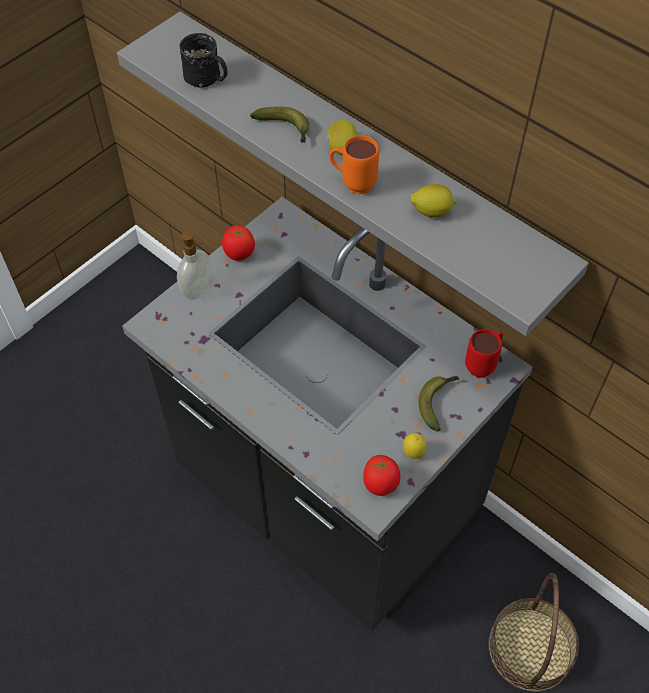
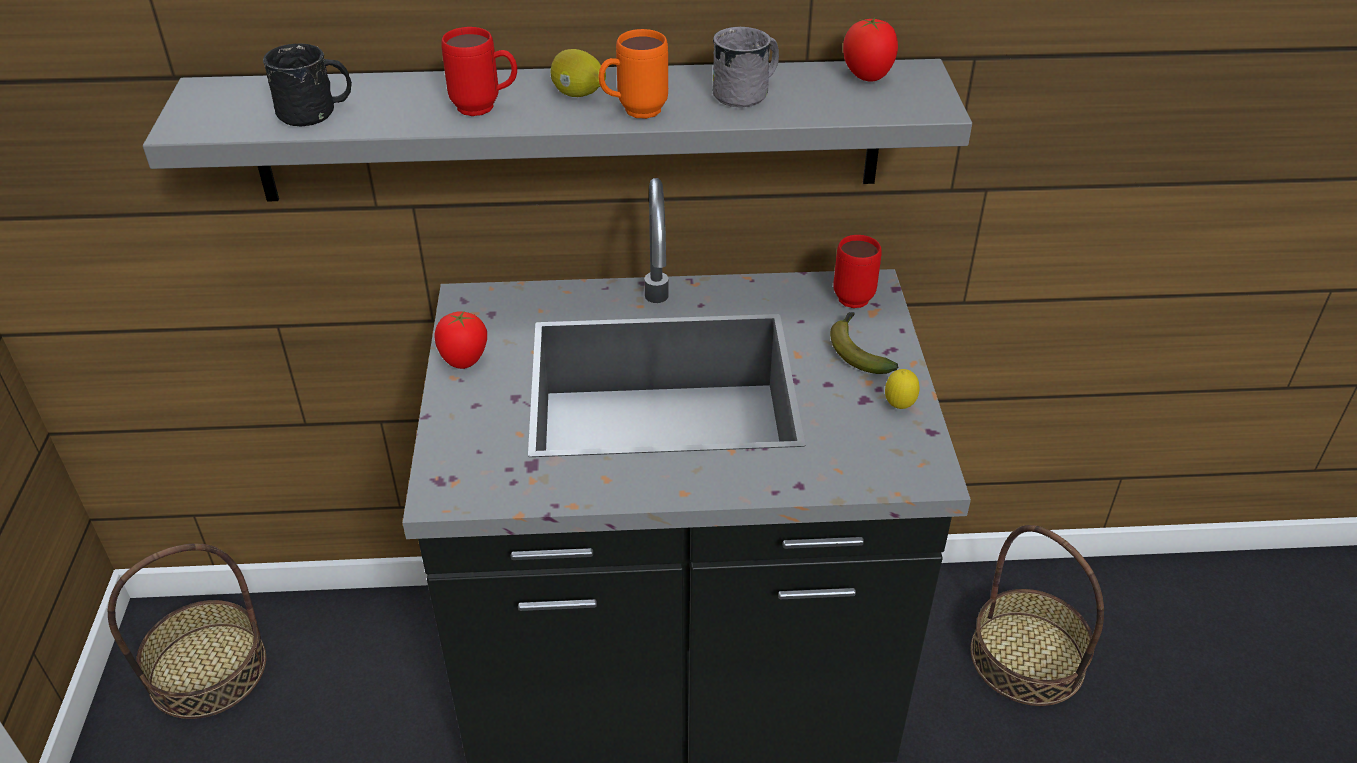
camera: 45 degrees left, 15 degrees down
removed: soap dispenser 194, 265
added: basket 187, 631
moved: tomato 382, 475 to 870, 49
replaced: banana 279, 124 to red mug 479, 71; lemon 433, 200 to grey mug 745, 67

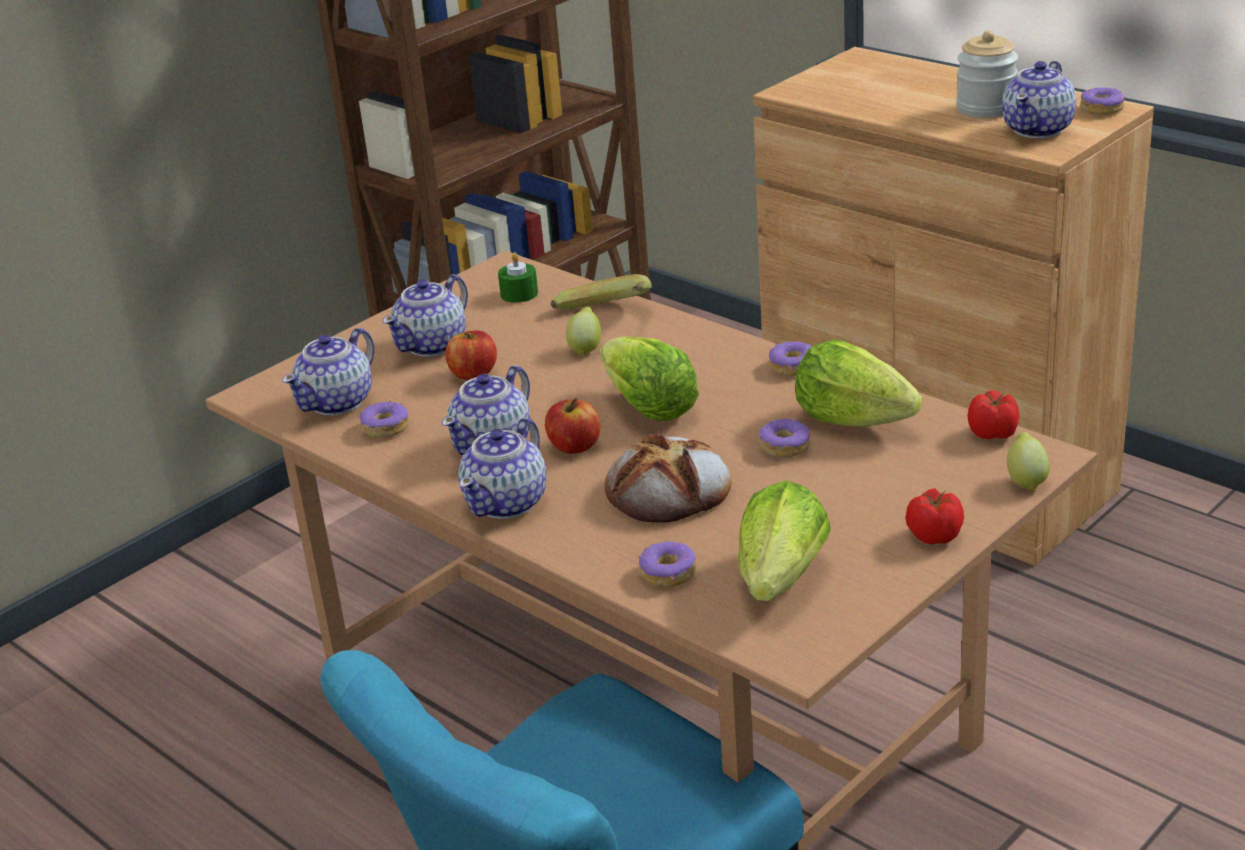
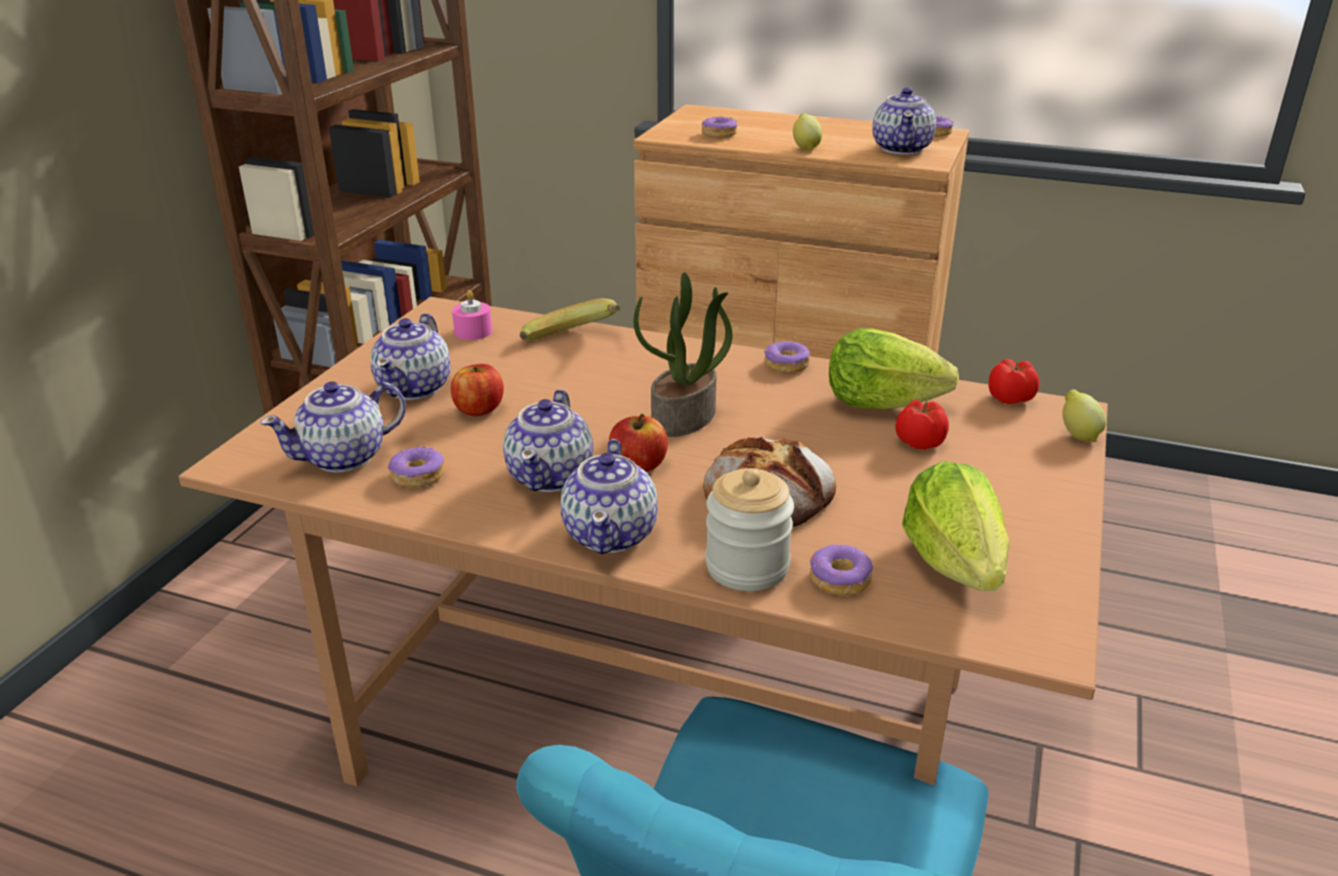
camera: 25 degrees left, 0 degrees up
moved: jar 987, 74 to 749, 529; lemon 583, 331 to 807, 131; donut 784, 438 to 720, 127; tomato 934, 516 to 922, 424
replaced: lettuce 649, 378 to potted plant 682, 354
recoloured: green candle 518, 277 to pink candle 472, 315
turned: teapot 328, 371 = 333, 426 45 degrees clockwise

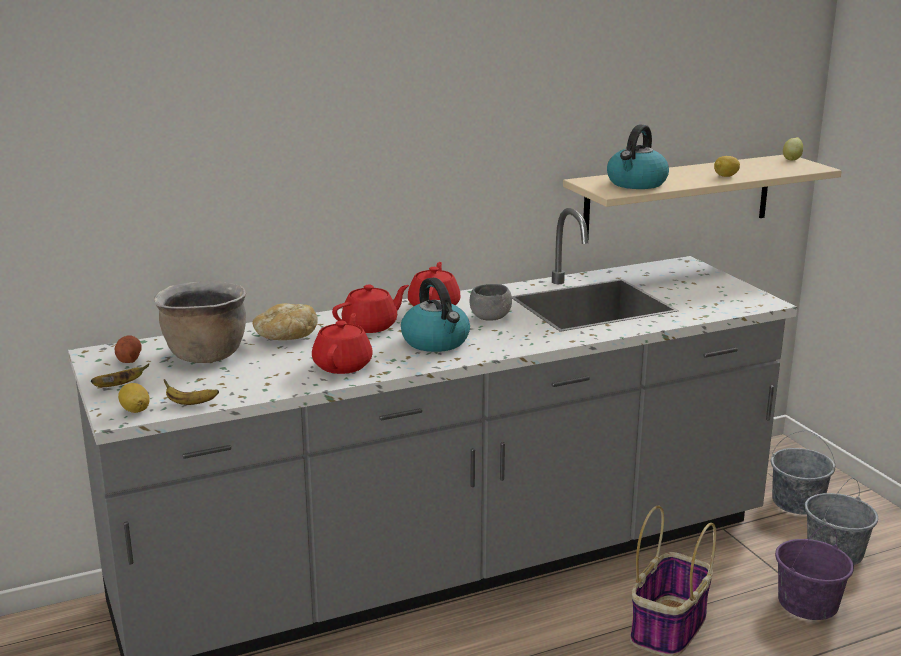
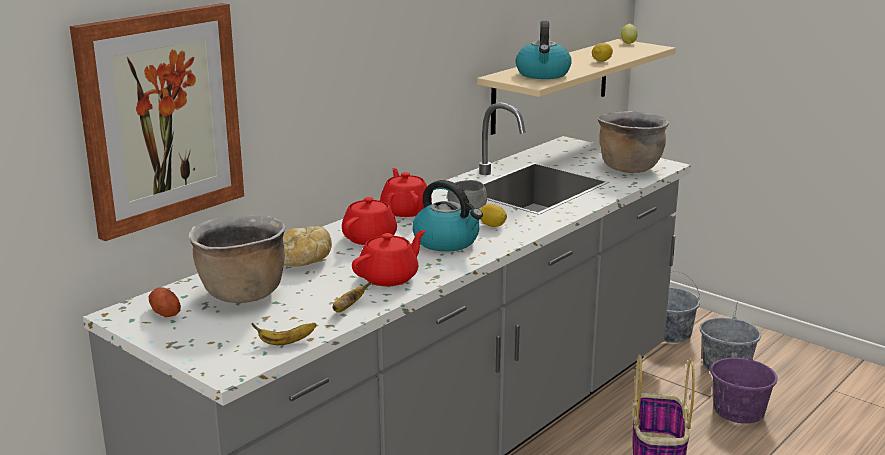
camera: 25 degrees left, 0 degrees up
added: picture 157, 122; brown cooking pot 633, 142
moved: banana 120, 375 to 352, 296; lemon 134, 398 to 493, 215
turned: red teapot 342, 343 = 389, 258 60 degrees clockwise

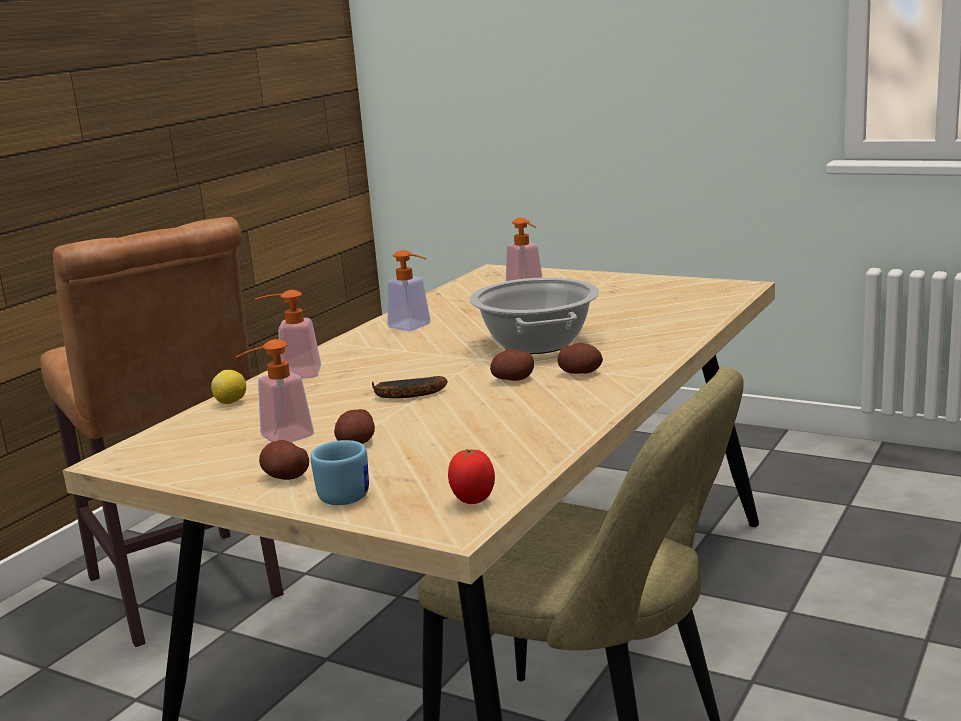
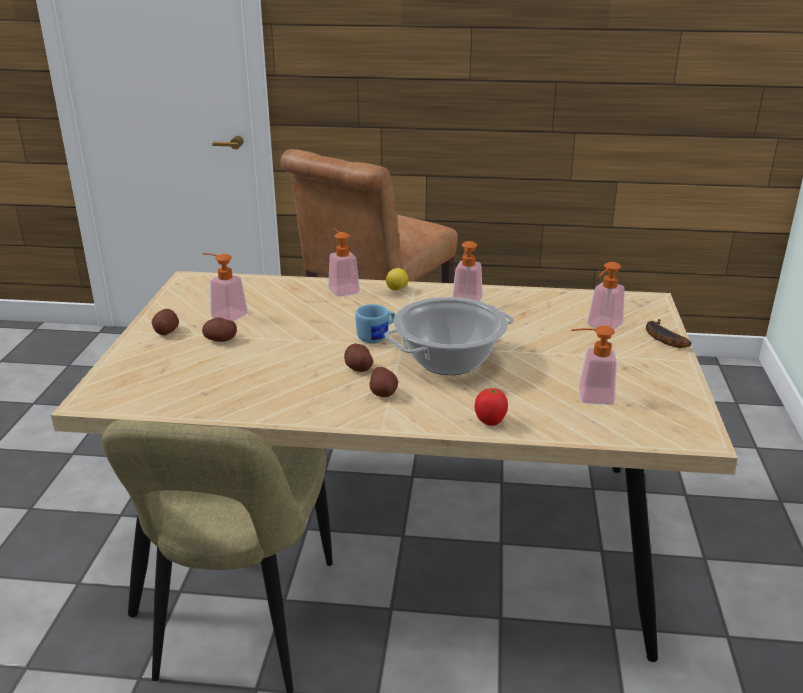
camera: 65 degrees right, 10 degrees up
added: soap dispenser 594, 365
moved: lemon 228, 387 to 397, 279; banana 410, 387 to 668, 333; blue mug 339, 472 to 375, 323; tomato 471, 476 to 491, 406

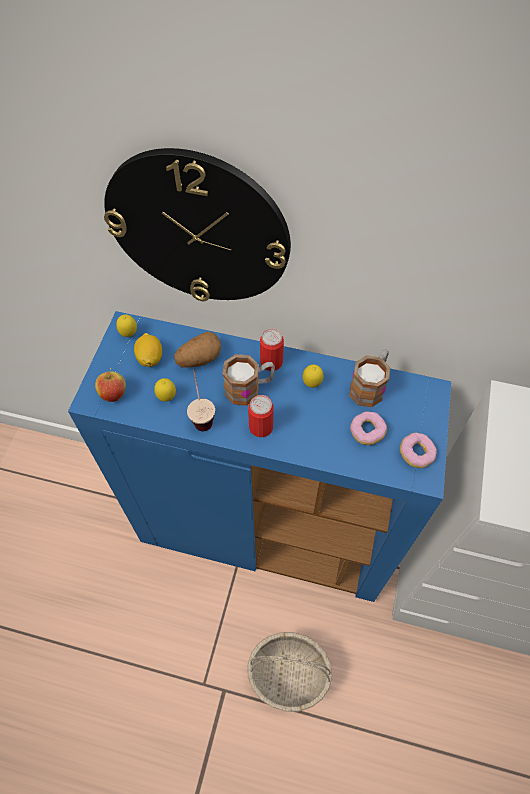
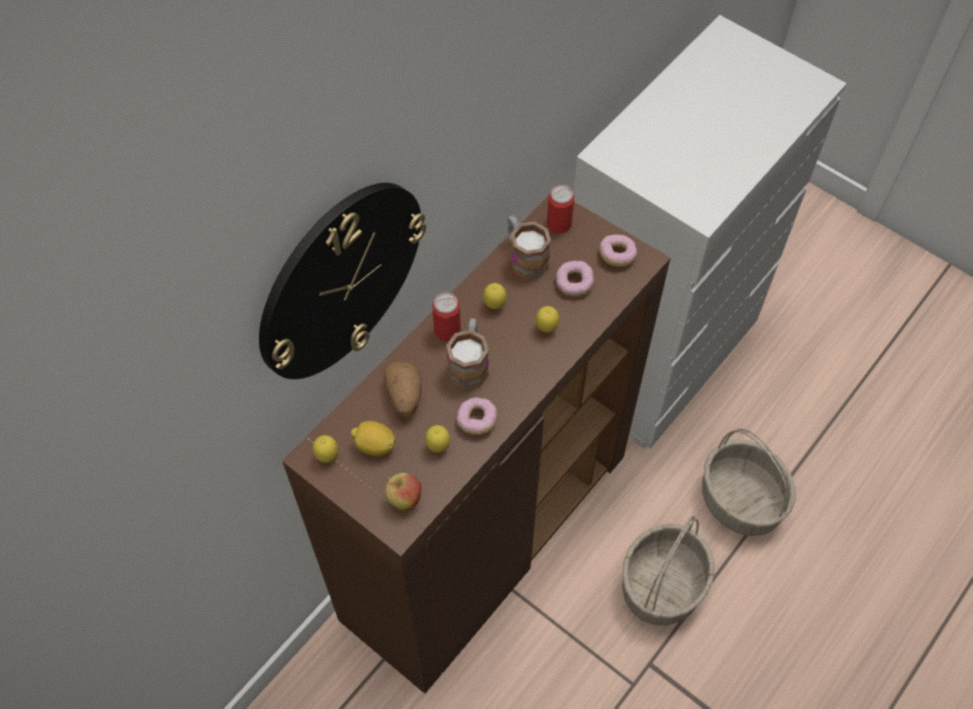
camera: 65 degrees left, 0 degrees up
added: lemon 548, 319; basket 749, 482
moved: can 260, 416 to 560, 209
replaced: cup 201, 400 to donut 477, 416
recoloured: blue cabinet 259, 456 to brown cabinet 476, 445

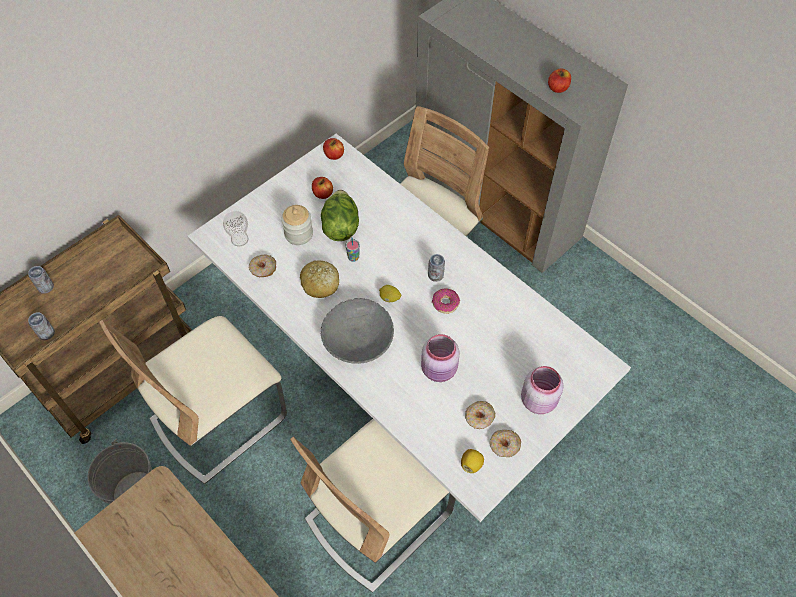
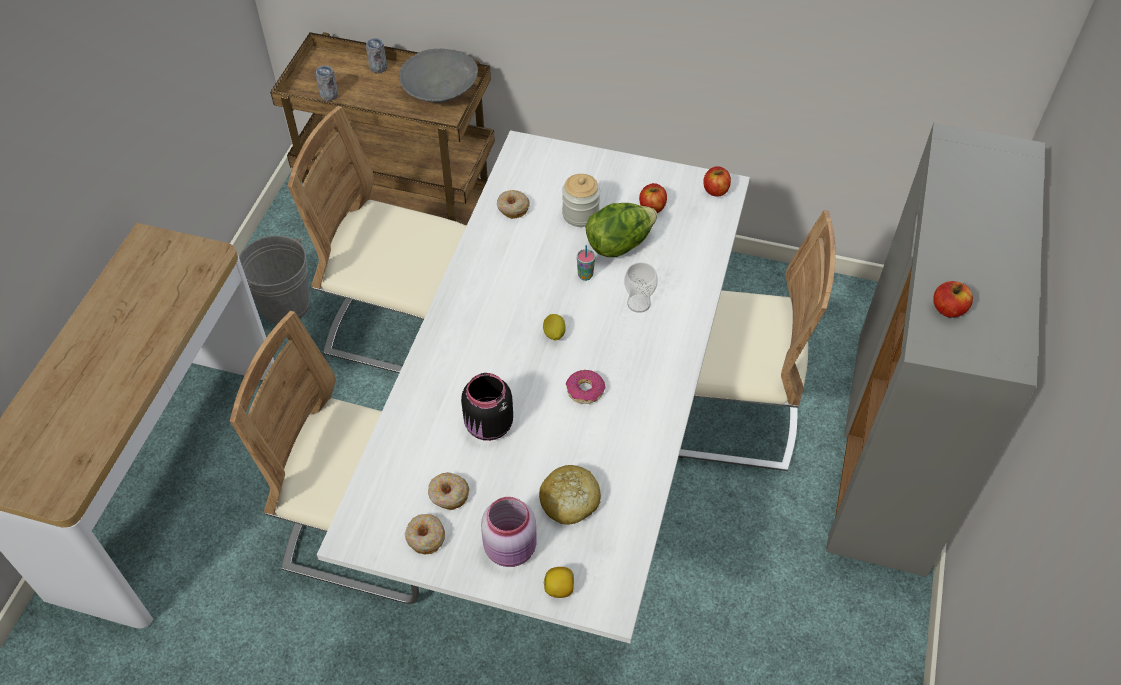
camera: 60 degrees right, 5 degrees down
removed: can 436, 268
moved: cup 236, 229 to 641, 288; bread 319, 279 to 570, 495; grey bowl 357, 331 to 438, 75; lemon 472, 461 to 559, 582
recoloured: pink jar 440, 358 to black jar 487, 407

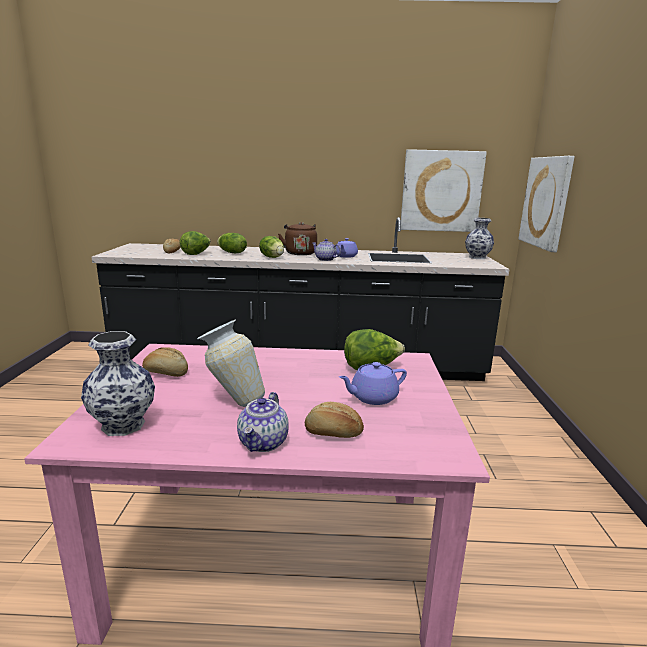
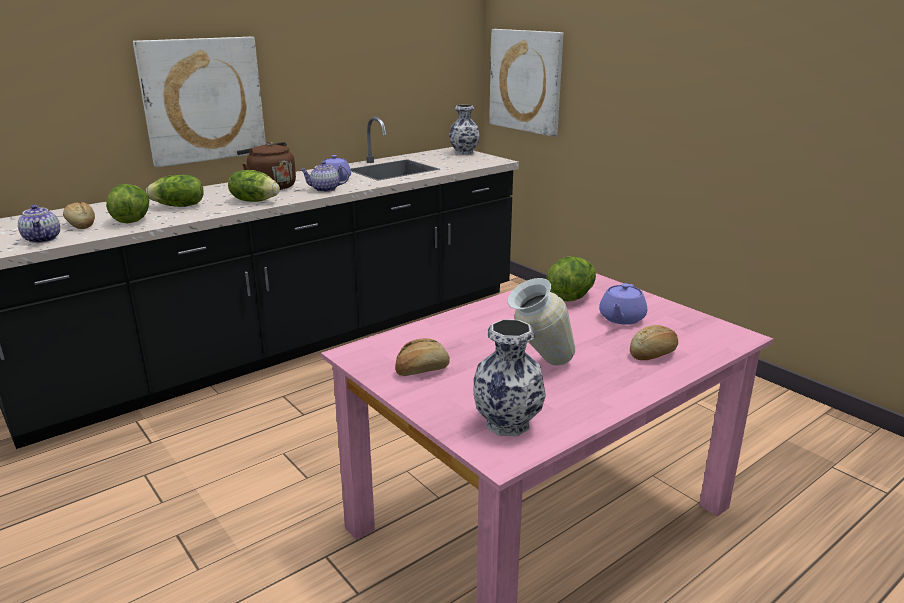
camera: 40 degrees left, 5 degrees up
moved: picture 444, 190 to 199, 102; teapot 263, 422 to 39, 224

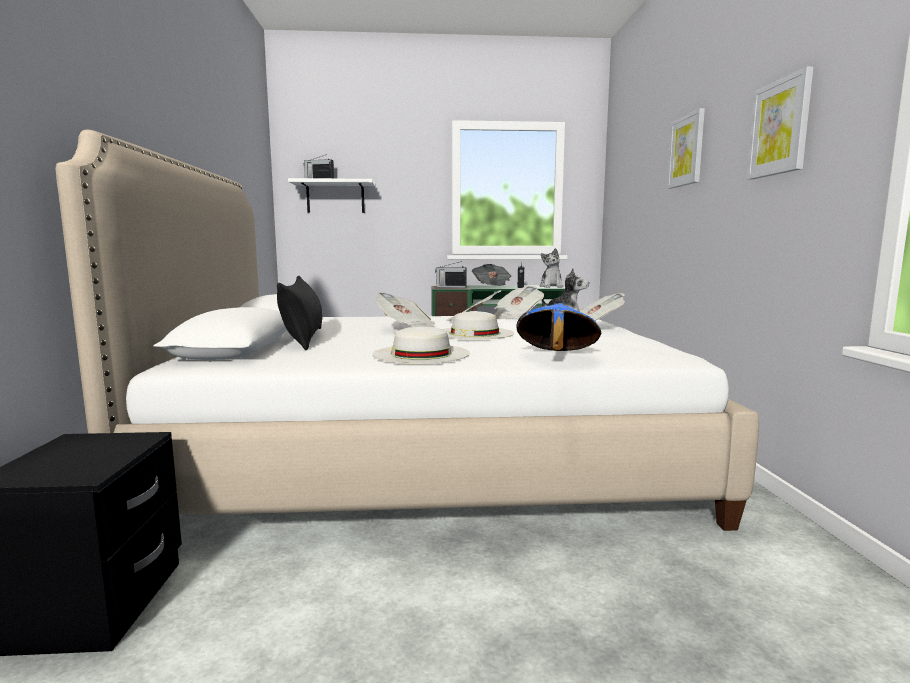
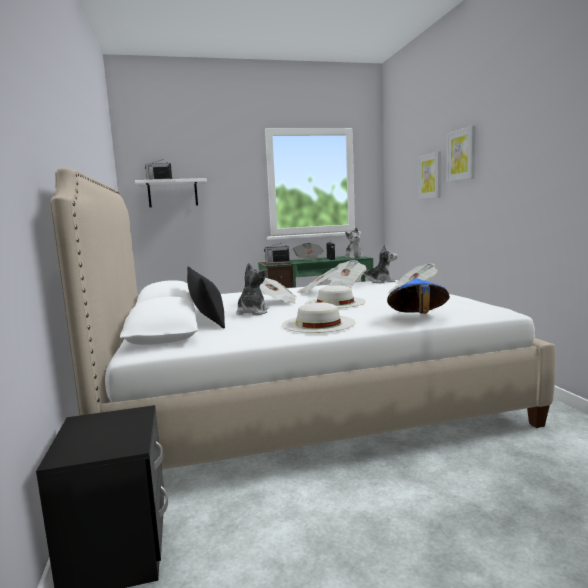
camera: 10 degrees left, 0 degrees up
added: plush toy 252, 289
moved: picture 780, 123 to 429, 175

